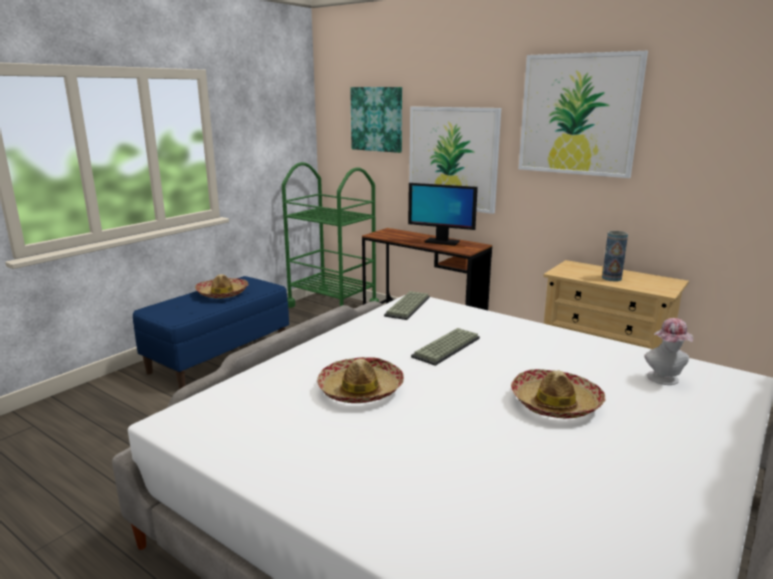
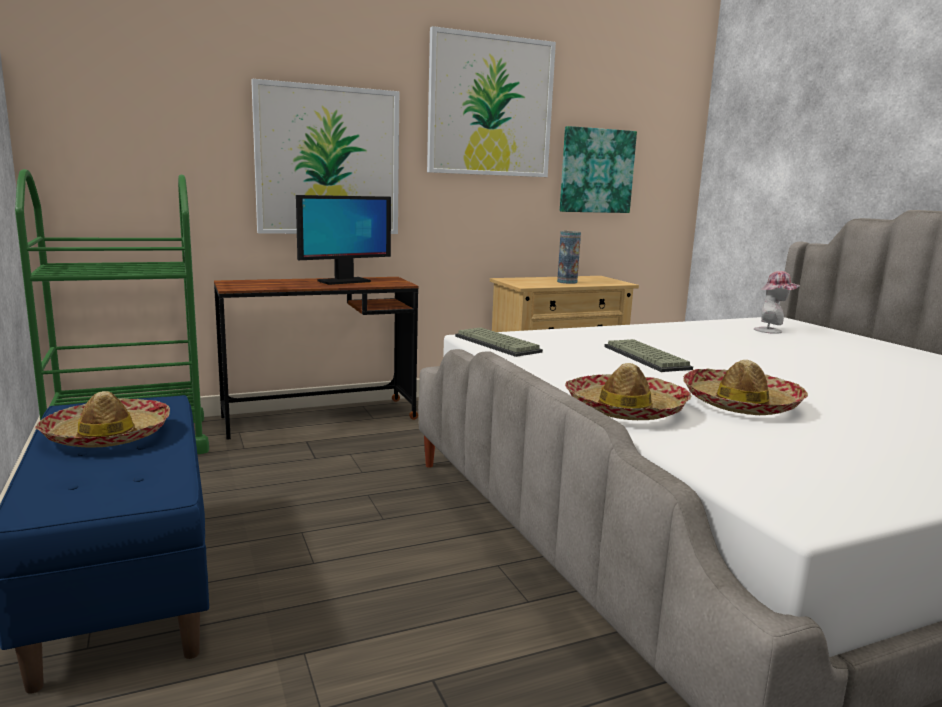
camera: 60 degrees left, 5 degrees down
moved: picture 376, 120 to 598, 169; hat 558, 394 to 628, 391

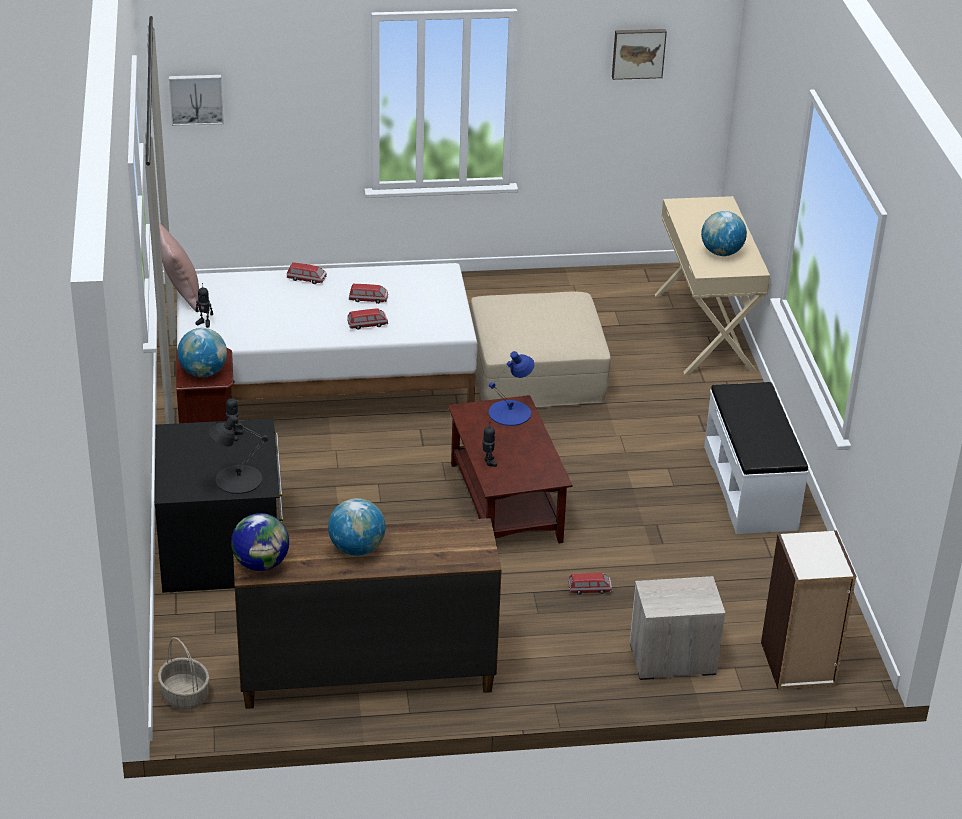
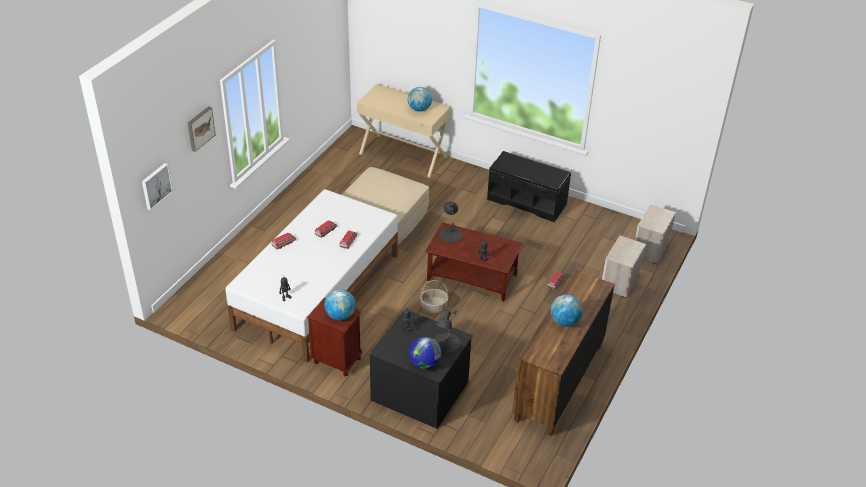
camera: 55 degrees left, 5 degrees up
removed: pink pillow 179, 267
moved: picture 639, 54 to 202, 129; globe 260, 542 to 425, 353; basket 183, 673 to 434, 296
replaced: bookcase 808, 610 to nightstand 655, 234
recoloured: blue table lamp 511, 388 to black table lamp 451, 222; white bench 756, 458 to black bench 529, 186

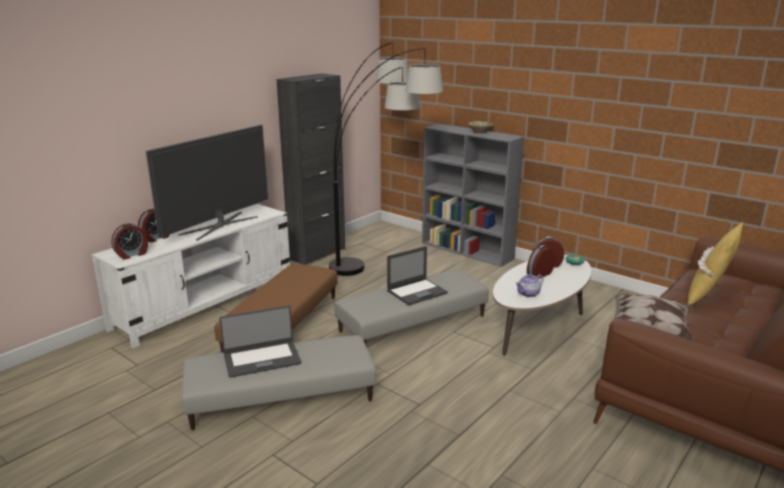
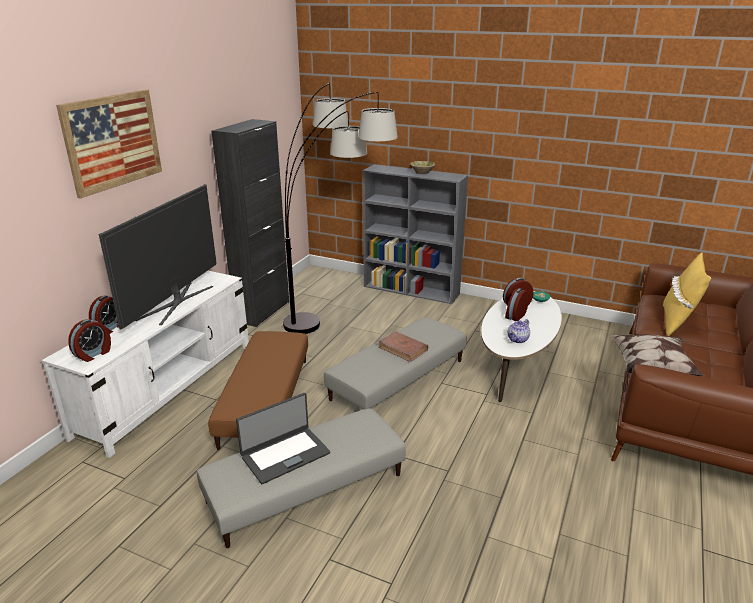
camera: 15 degrees left, 5 degrees up
added: picture 109, 144
replaced: laptop 417, 276 to brown book 403, 346

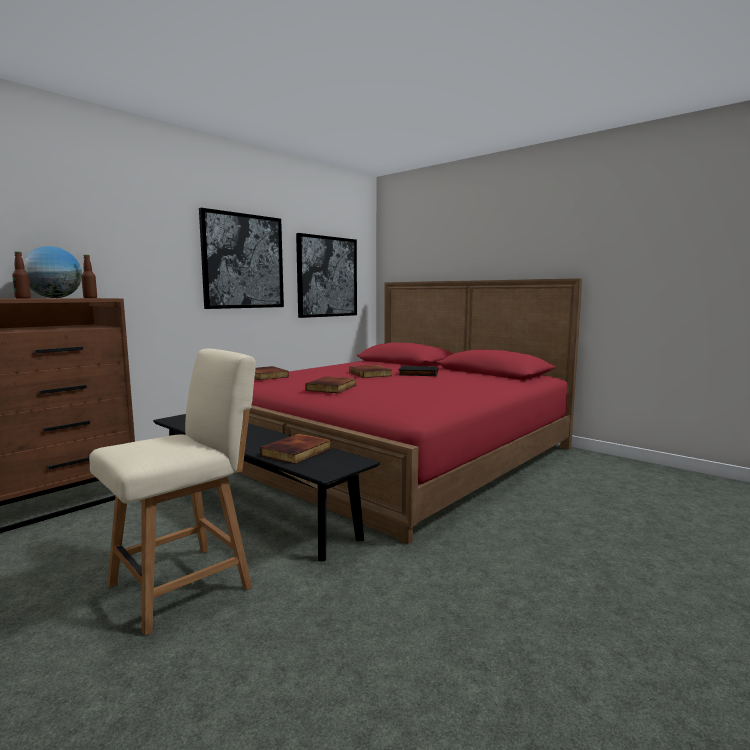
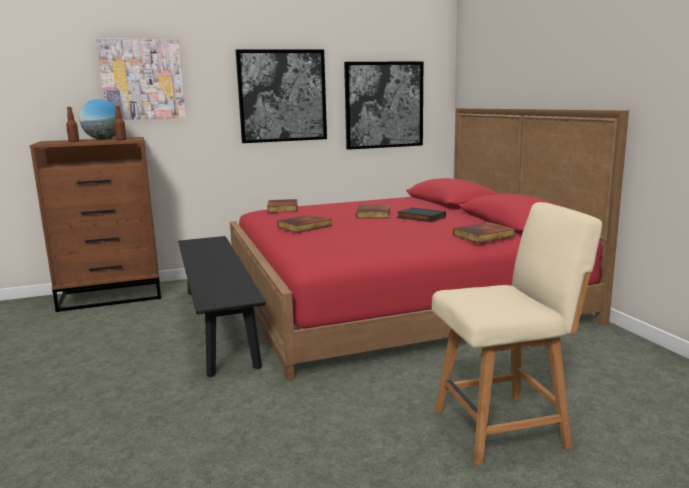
camera: 30 degrees right, 5 degrees up
added: picture 141, 79
moved: beige chair 172, 492 to 517, 334; book 296, 448 to 484, 232

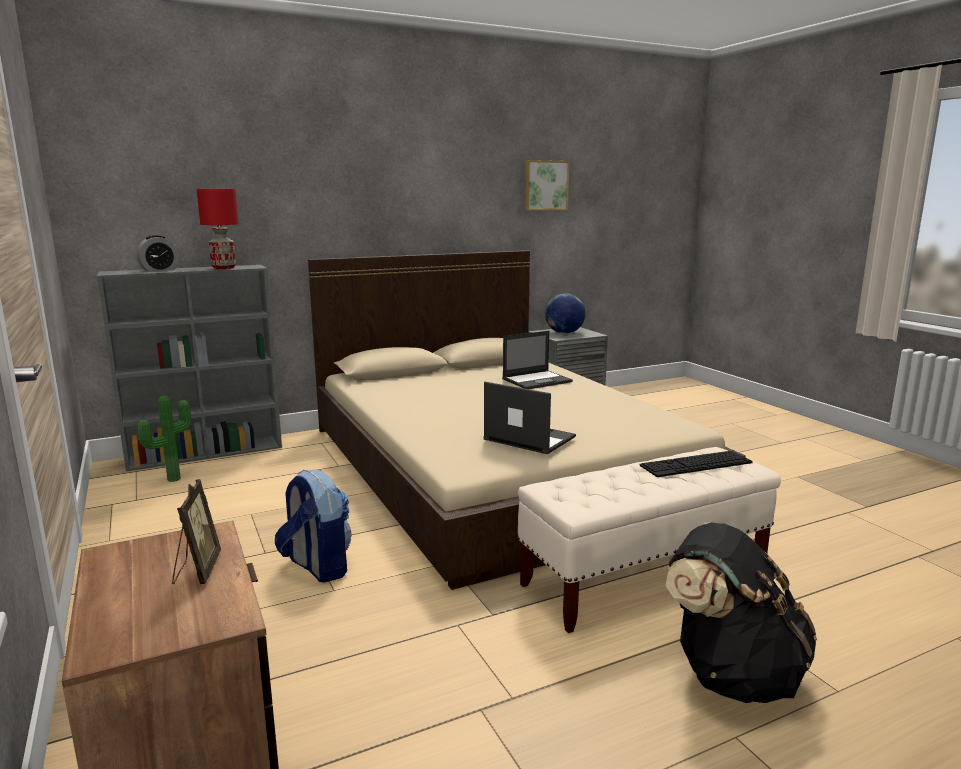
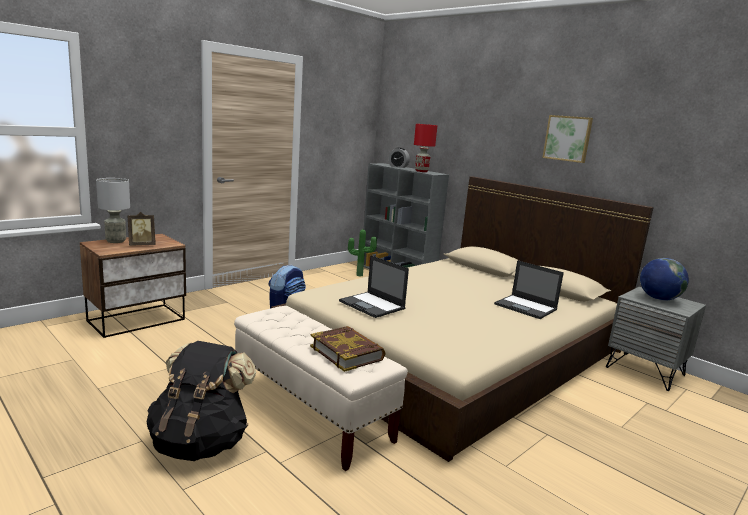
camera: 70 degrees right, 0 degrees up
added: grey table lamp 113, 210
moved: picture 547, 185 to 567, 139
replaced: keyboard 696, 464 to book 347, 349
turned: laptop 529, 418 = 374, 286 120 degrees clockwise

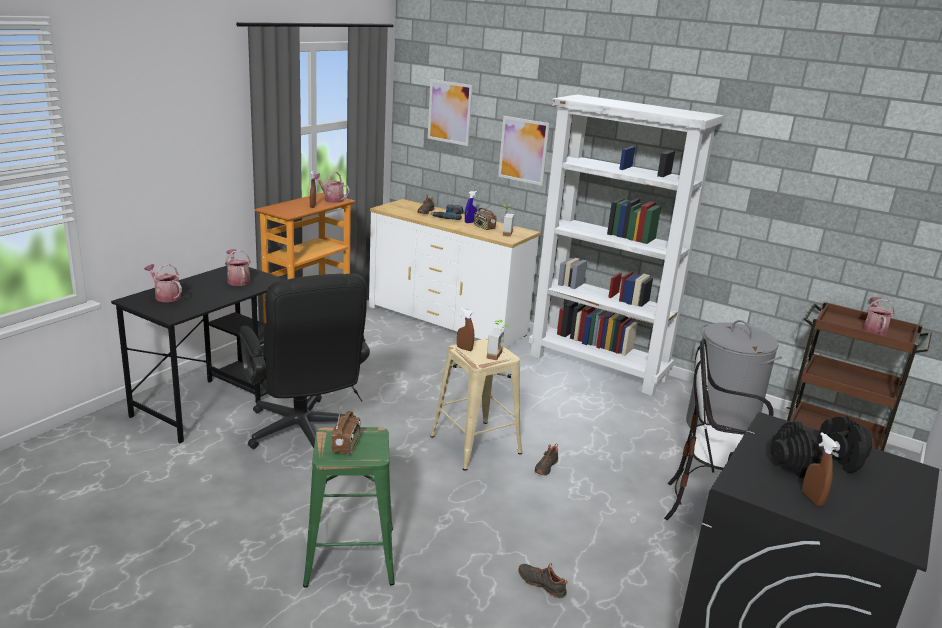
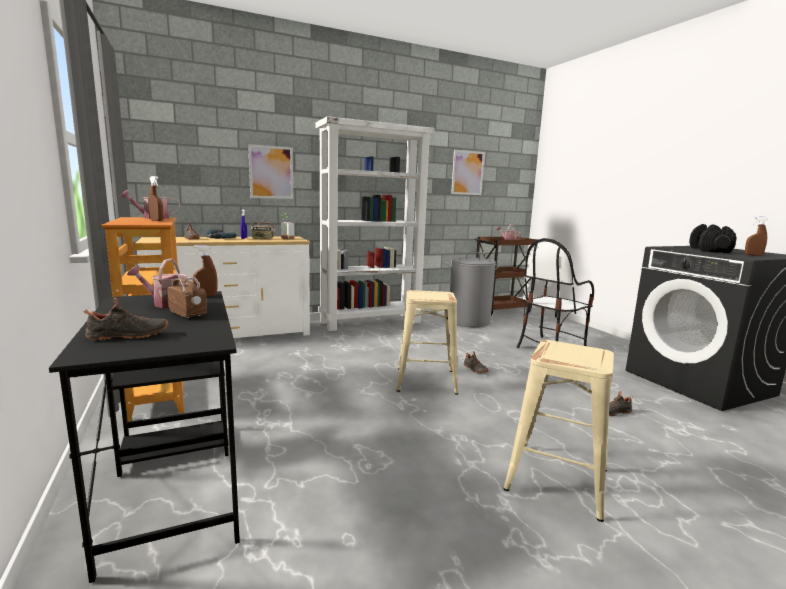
camera: 55 degrees left, 10 degrees down
removed: black office chair 305, 361; potted plant 499, 340
moved: picture 450, 112 to 468, 172; brown spray bottle 465, 329 to 205, 270; radio 346, 429 to 187, 291
replaced: watering can 163, 283 to black shoe 125, 319
recoloured: green stool 349, 507 to beige stool 558, 431

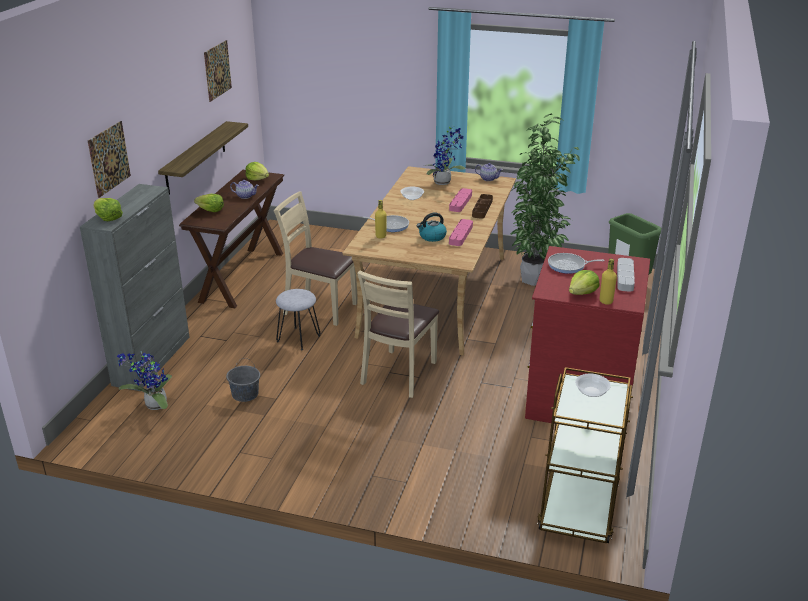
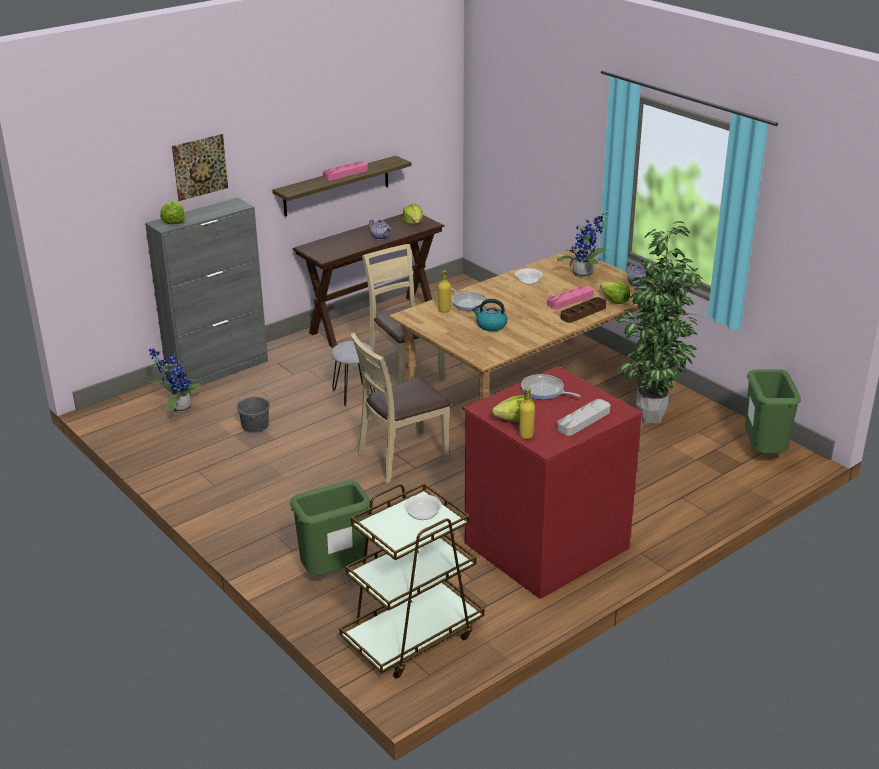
camera: 35 degrees right, 0 degrees up
removed: picture 218, 71
added: green trash can 330, 528
moved: lettuce 209, 203 to 615, 292; pink tray 461, 232 to 345, 170

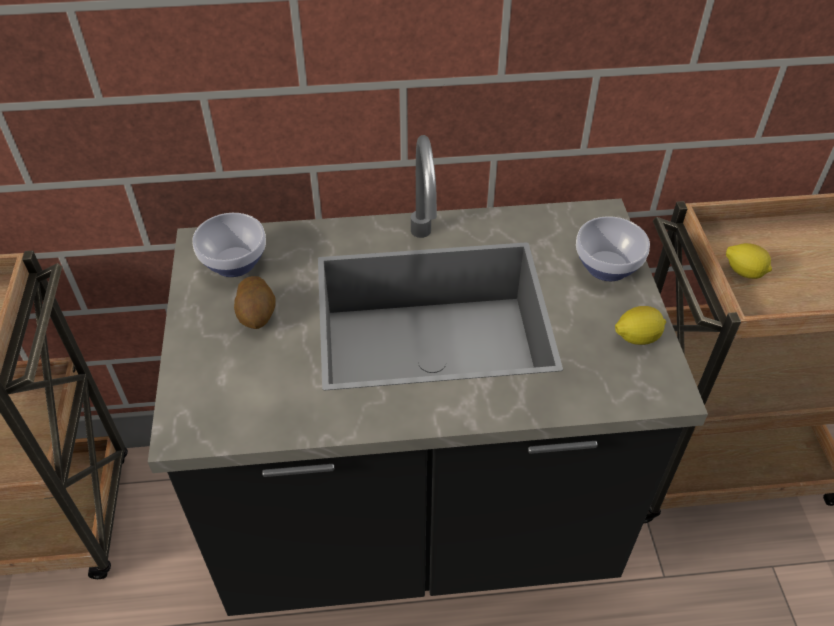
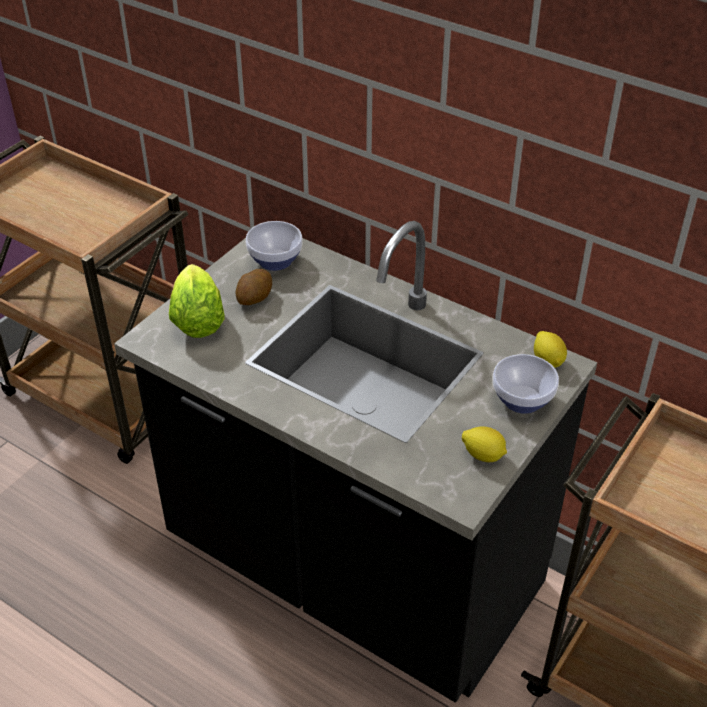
camera: 40 degrees right, 5 degrees down
added: lettuce 196, 301
moved: lemon 749, 261 to 550, 349

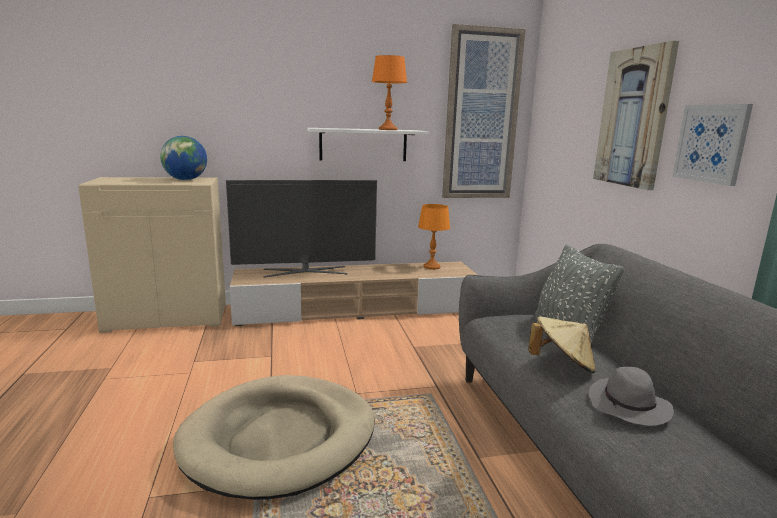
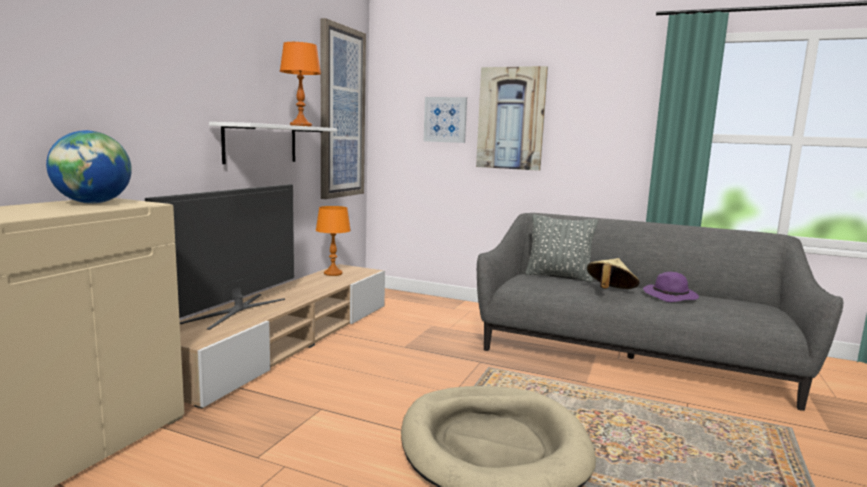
camera: 55 degrees left, 5 degrees down
moved: picture 712, 145 to 445, 120
recoloured: grey hat 631, 396 to purple hat 671, 287

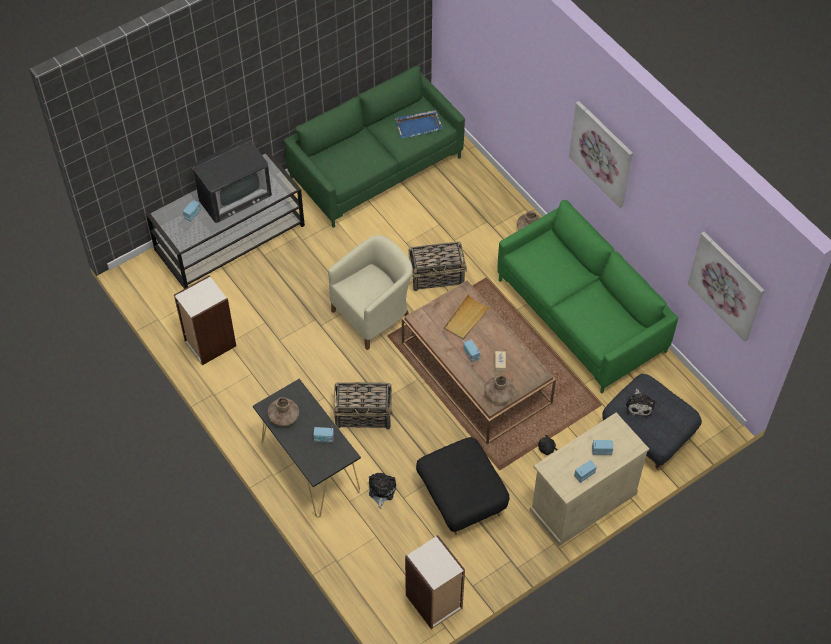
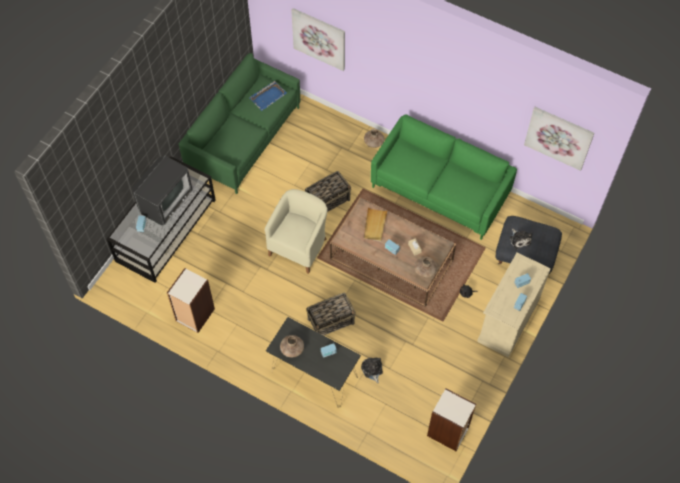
camera: 25 degrees left, 5 degrees up
removed: black ottoman 463, 486
moved: picture 601, 154 to 318, 39

